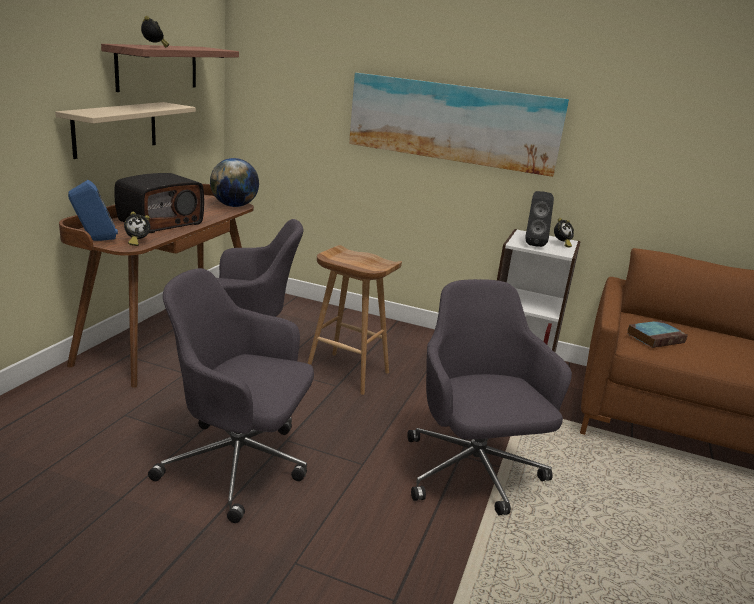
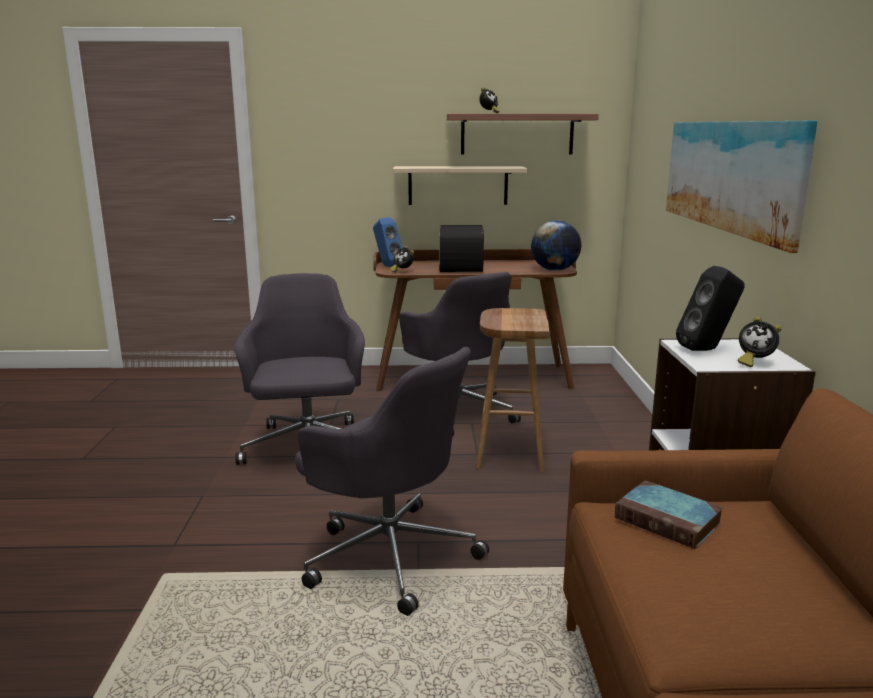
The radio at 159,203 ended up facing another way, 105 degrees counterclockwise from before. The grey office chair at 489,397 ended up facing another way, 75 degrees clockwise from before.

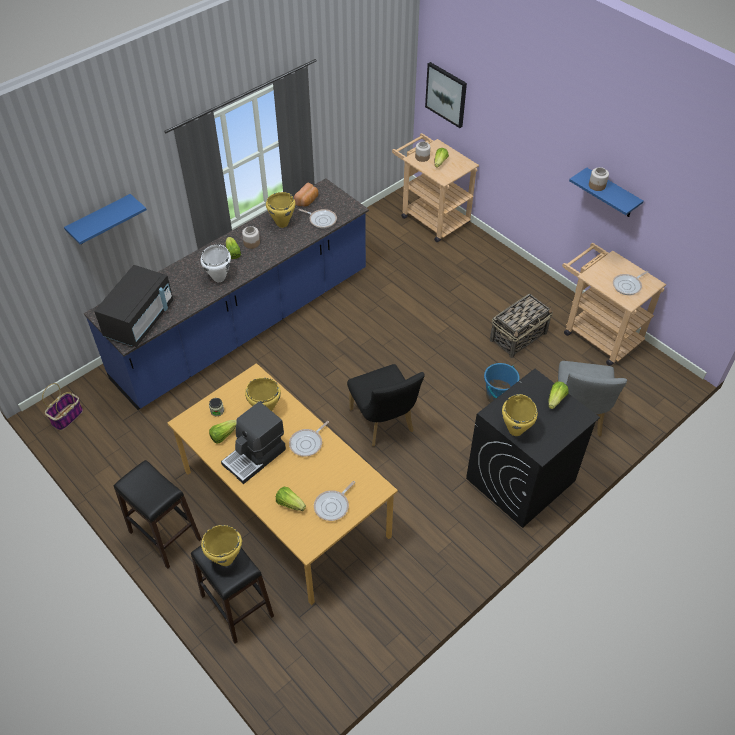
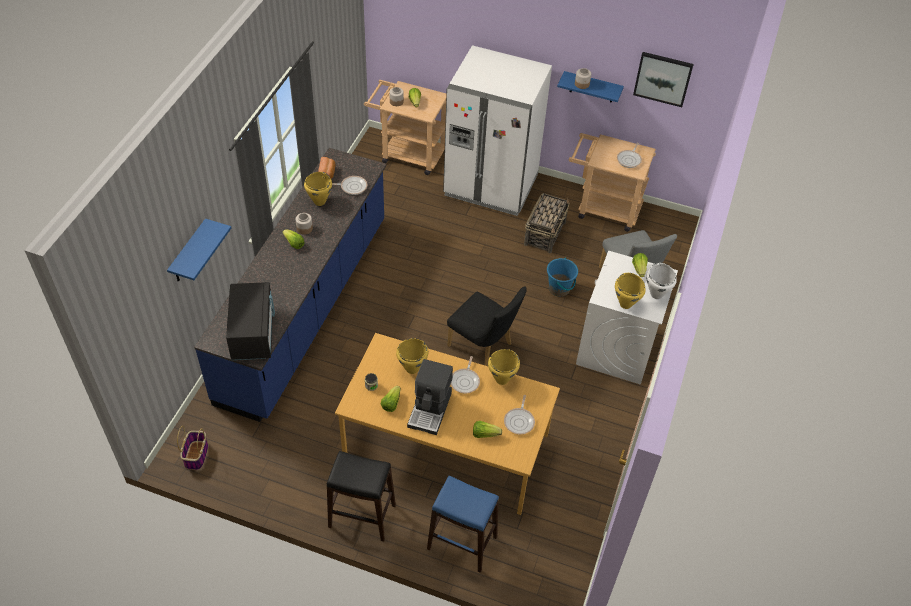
What was the black stool at 232,595 turned into the blue stool at 463,524. The white cooking pot ended up elsewhere, having gone from 216,263 to 661,281. The yellow cooking pot ended up elsewhere, having gone from 221,545 to 504,367. The picture ended up elsewhere, having gone from 446,95 to 663,79. What was the black washing machine at 533,448 turned into the white washing machine at 627,318. The second view gained the white fridge at 497,130.

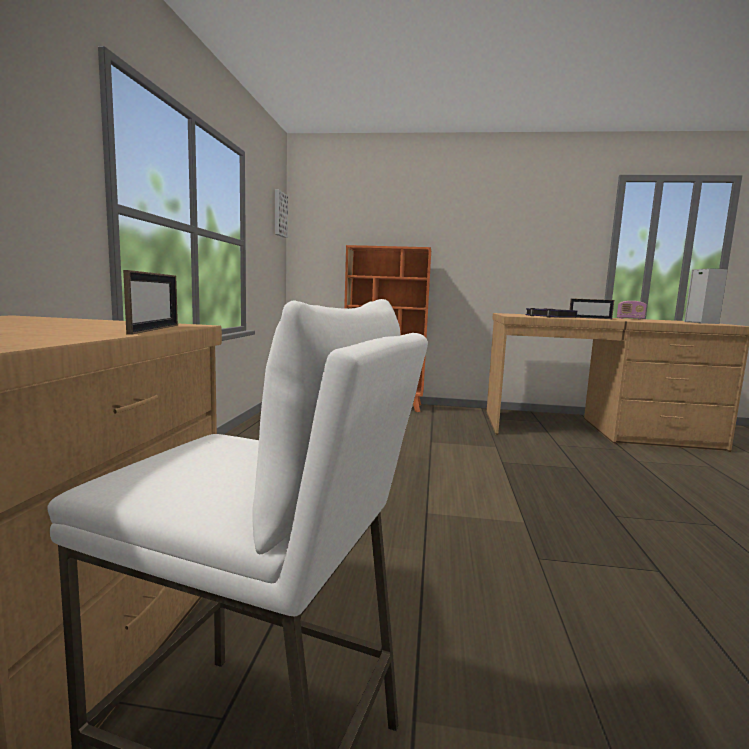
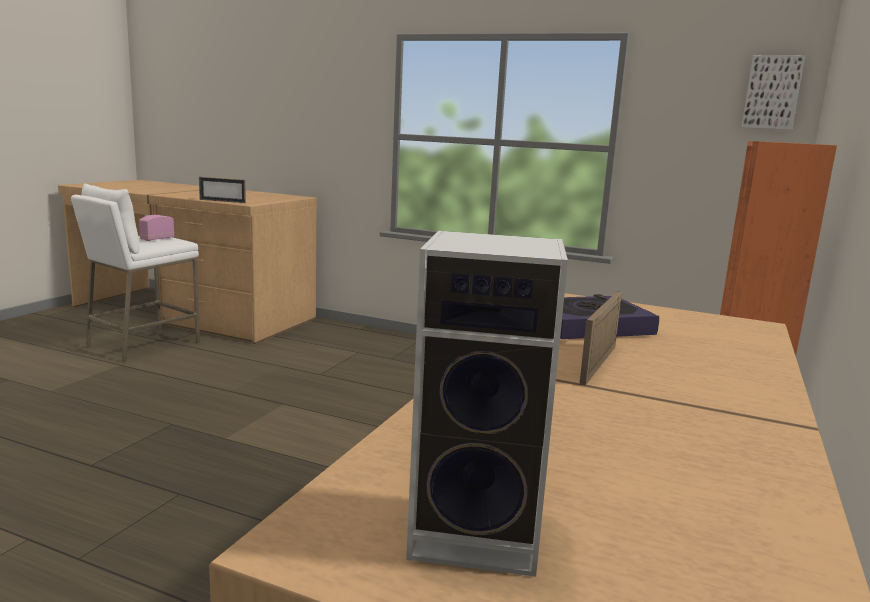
The radio ended up elsewhere, having gone from 632,310 to 156,228.

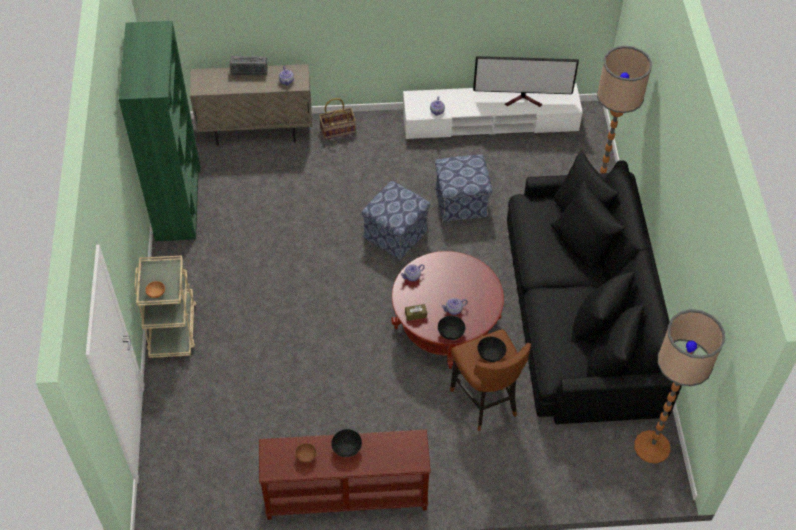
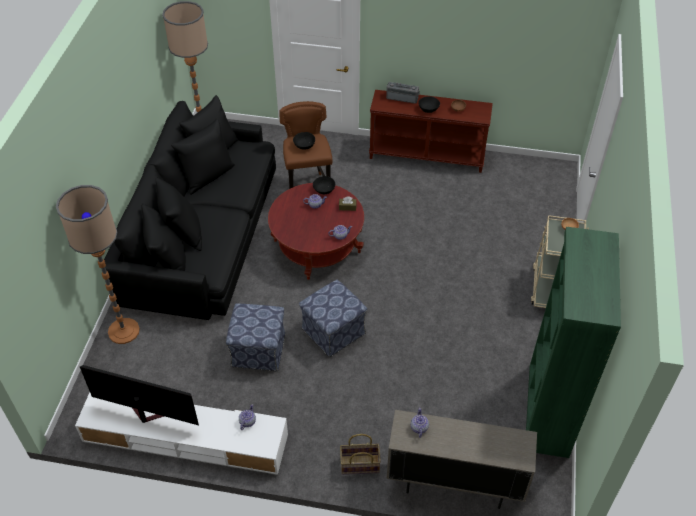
The radio ended up elsewhere, having gone from 248,66 to 403,93.

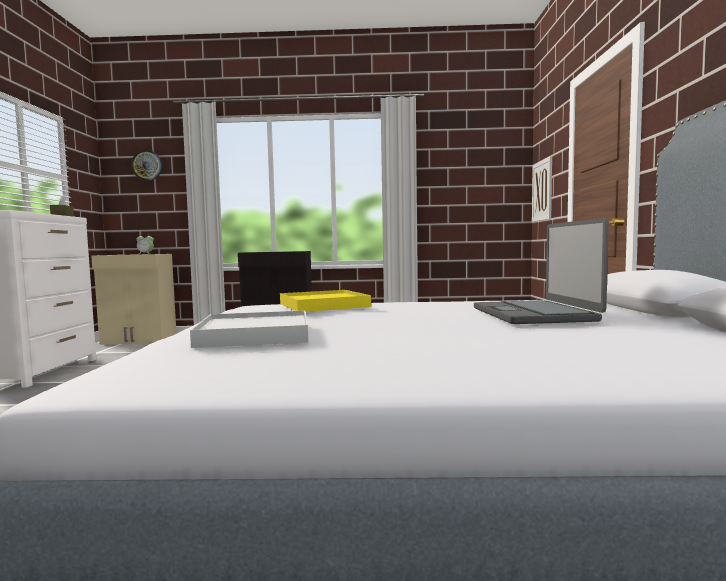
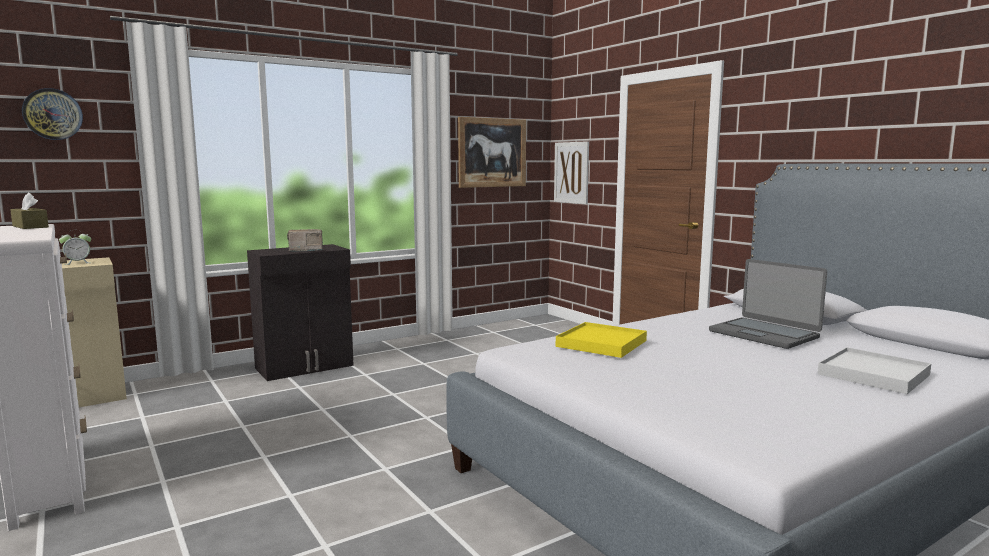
The white tray ended up elsewhere, having gone from 249,329 to 874,370. The second view gained the radio at 305,240. The second view gained the picture at 492,152.

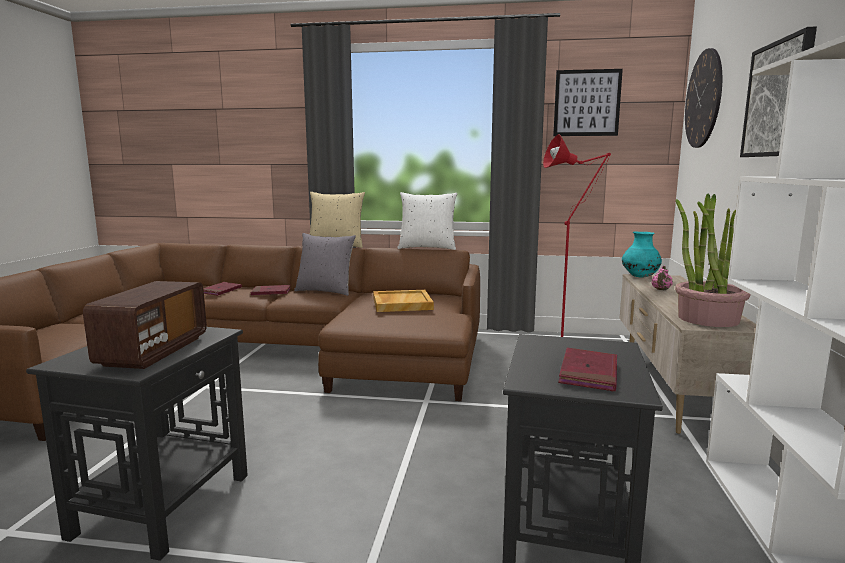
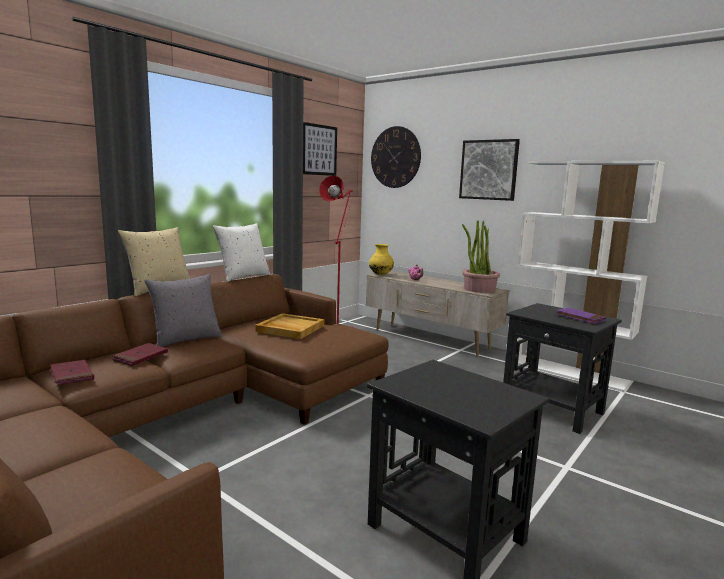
The second view lost the radio at 145,325. What was the red book at 587,369 turned into the purple book at 580,316. What was the turquoise vase at 642,255 turned into the yellow vase at 381,259.

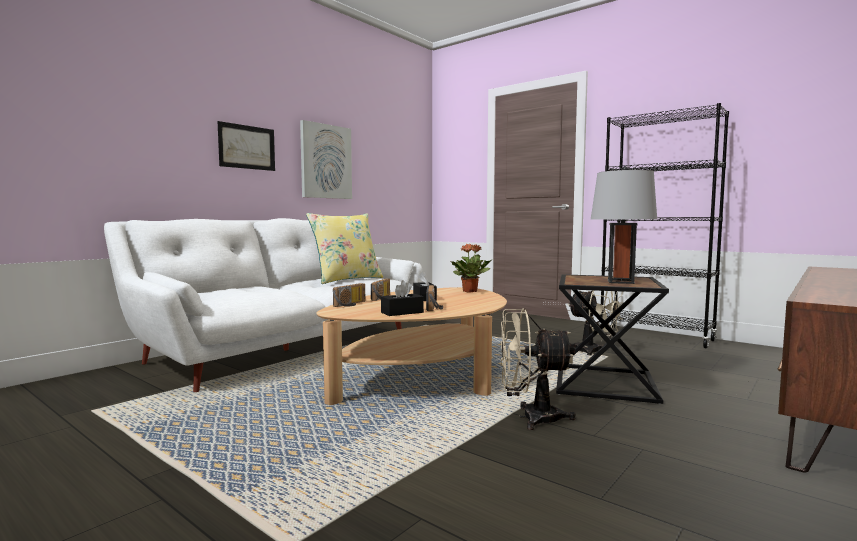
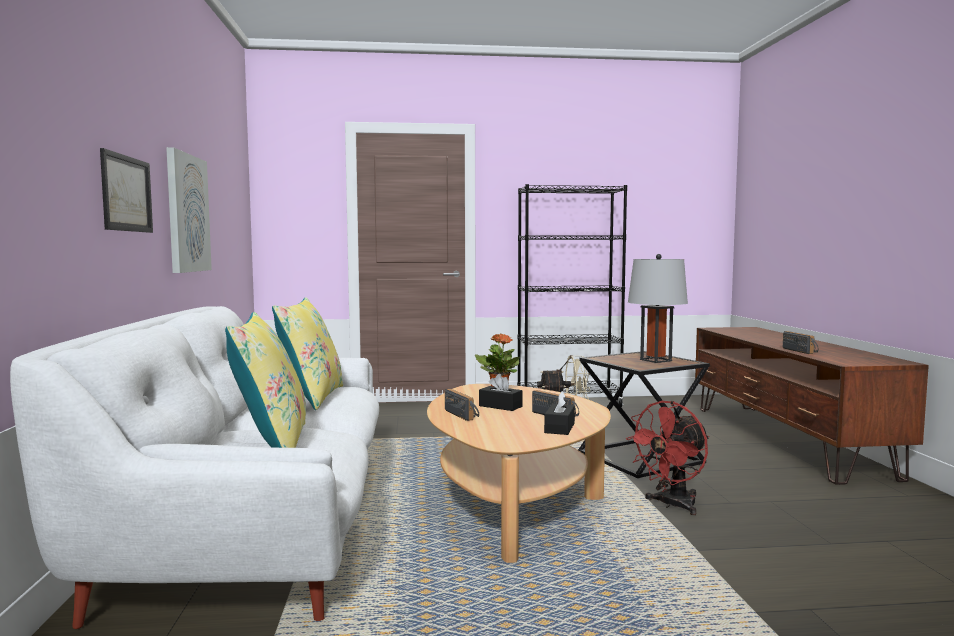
The radio ended up elsewhere, having gone from 349,295 to 800,342. What was the beige fan at 538,369 turned into the red fan at 667,458. The second view gained the yellow pillow at 265,380.

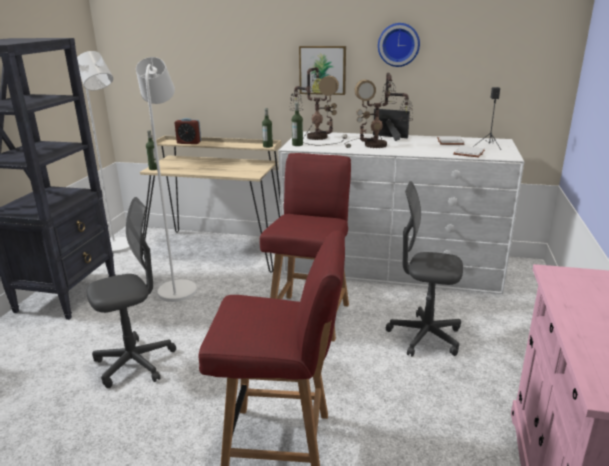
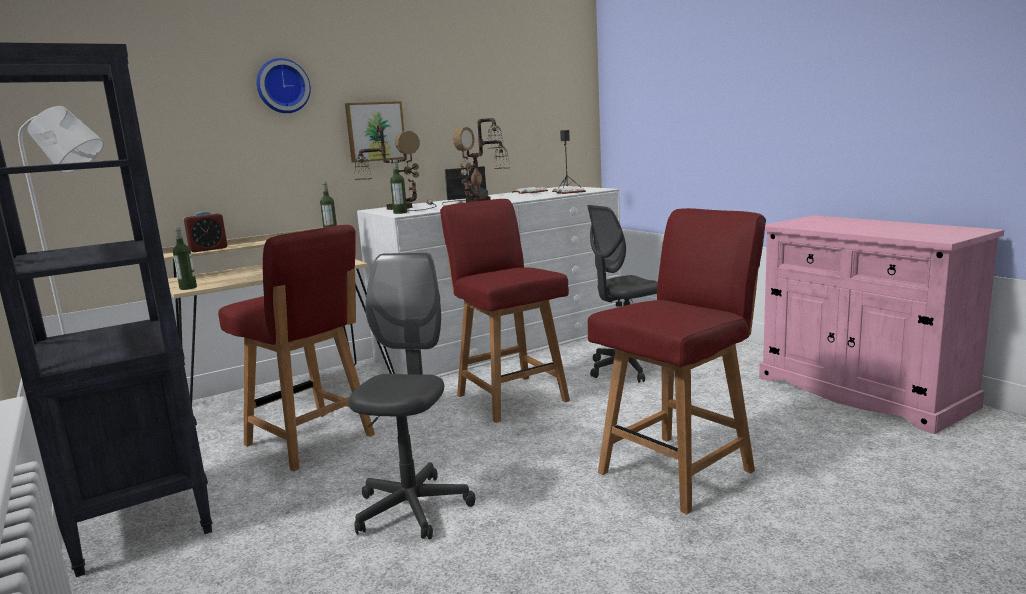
Where the white floor lamp stood at 166,179, the red chair came to stand at 296,348. The wall clock ended up elsewhere, having gone from 399,45 to 283,85.

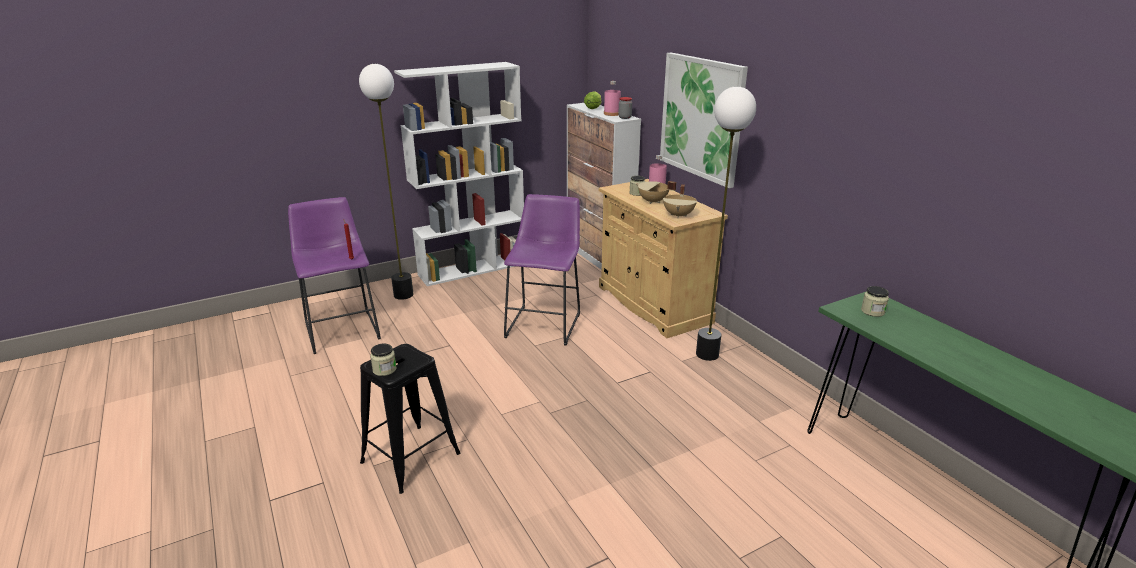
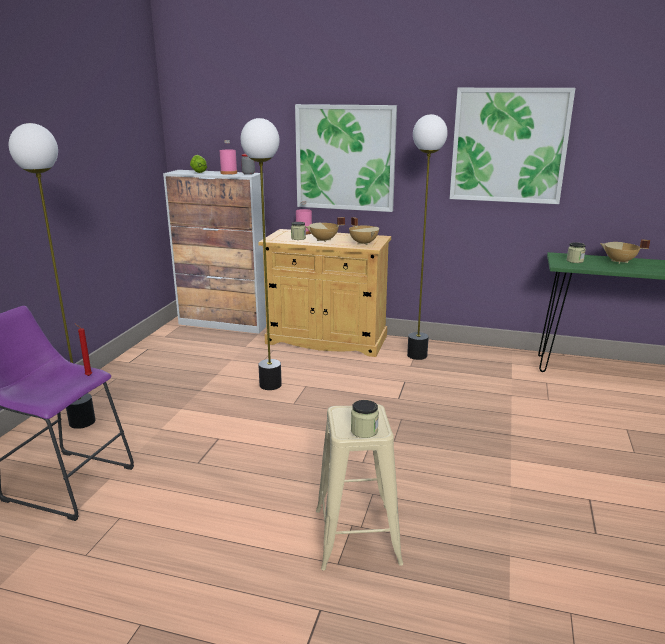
What was the black stool at 410,419 turned into the beige stool at 359,487. The second view lost the white bookcase at 459,174. Where the purple stool stood at 542,269, the floor lamp came to stand at 261,254. The second view gained the picture at 512,146. The second view gained the beige cooking pot at 625,251.

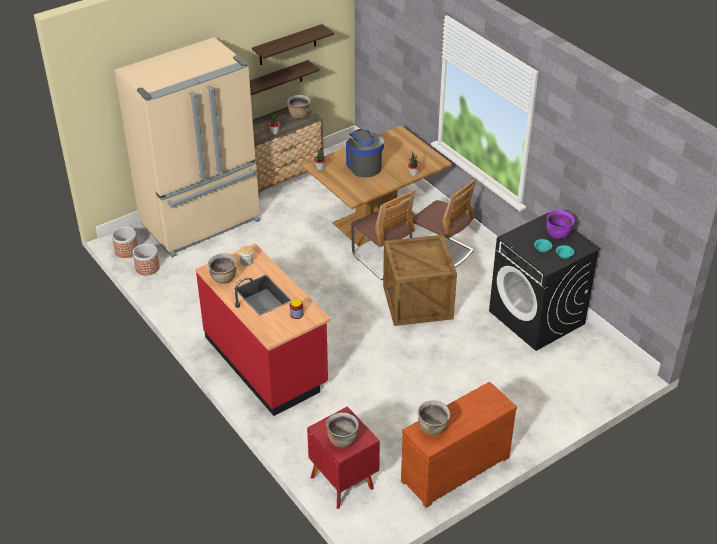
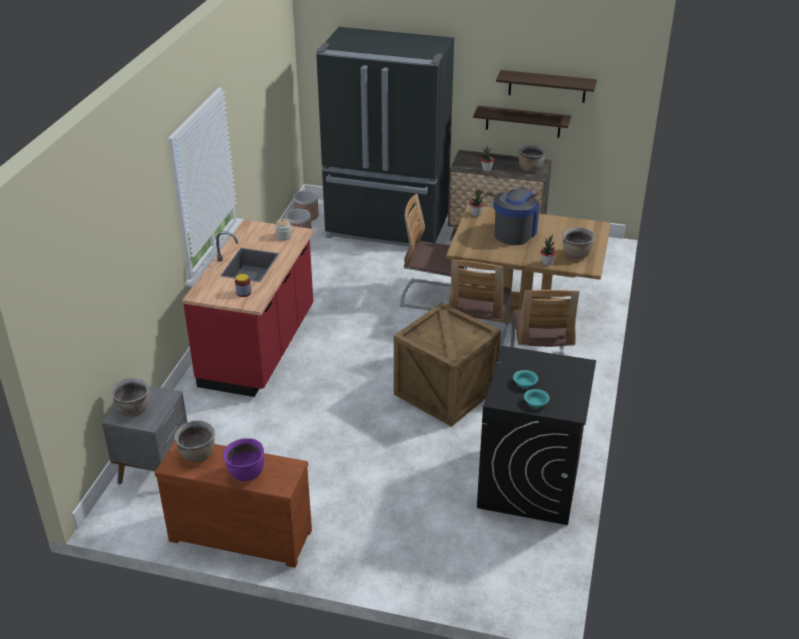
What was the beige fridge at 187,147 turned into the black fridge at 385,137. The brown cooking pot ended up elsewhere, having gone from 222,269 to 578,243. What was the red nightstand at 343,457 turned into the grey nightstand at 145,435. The purple cooking pot ended up elsewhere, having gone from 560,224 to 243,459. The second view gained the chair at 433,252.

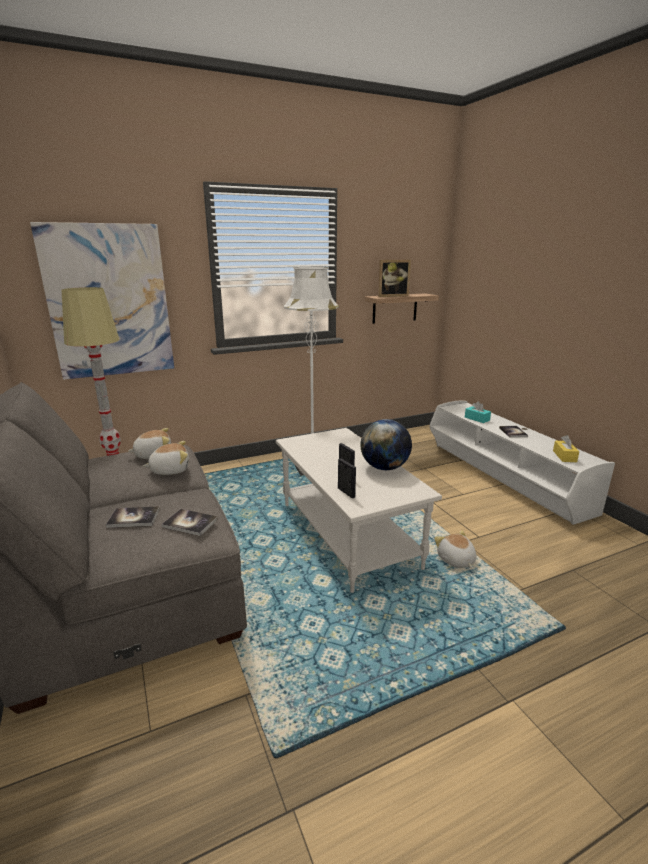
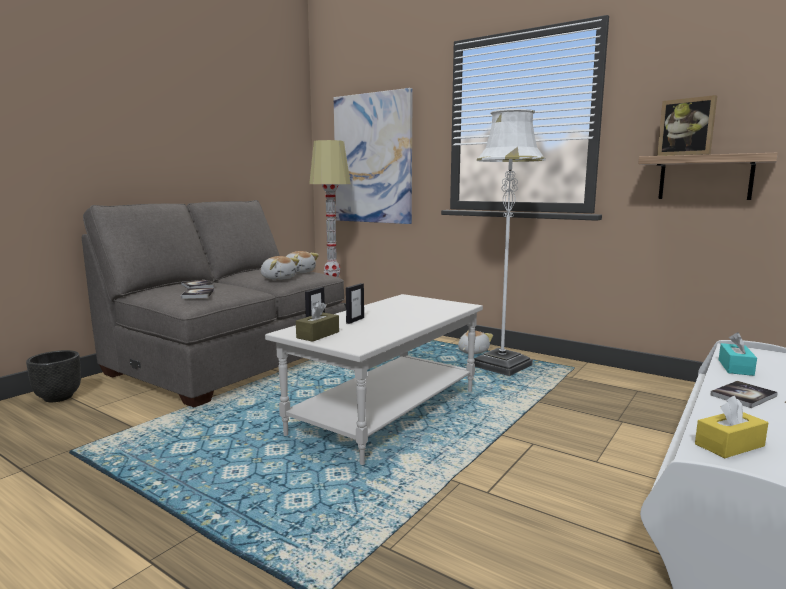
The second view lost the globe at 386,444. The plush toy ended up elsewhere, having gone from 455,549 to 475,342. The second view gained the black planter at 53,376. The second view gained the brown tissue box at 317,321.

